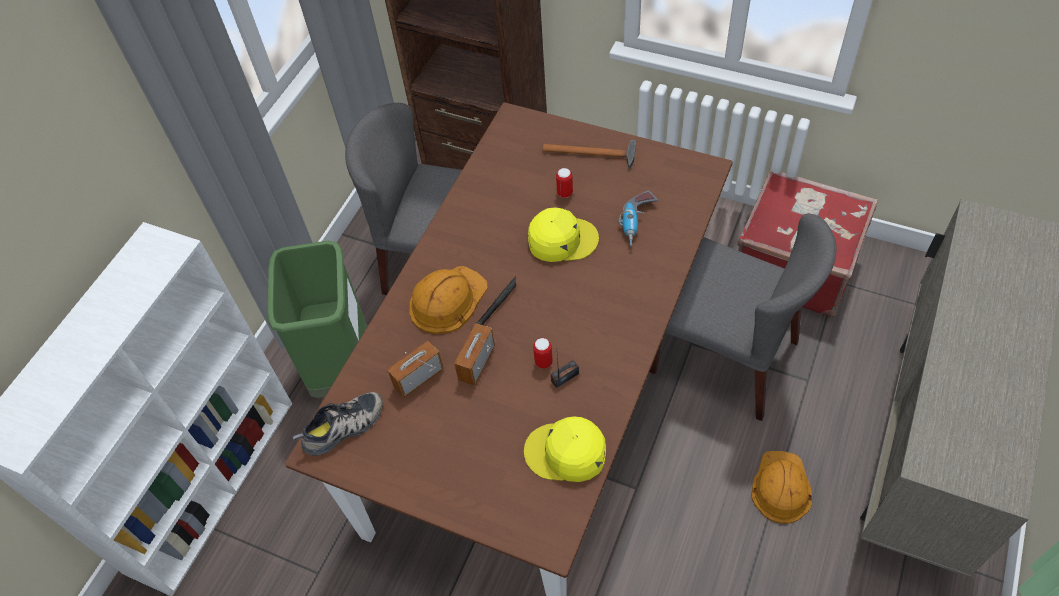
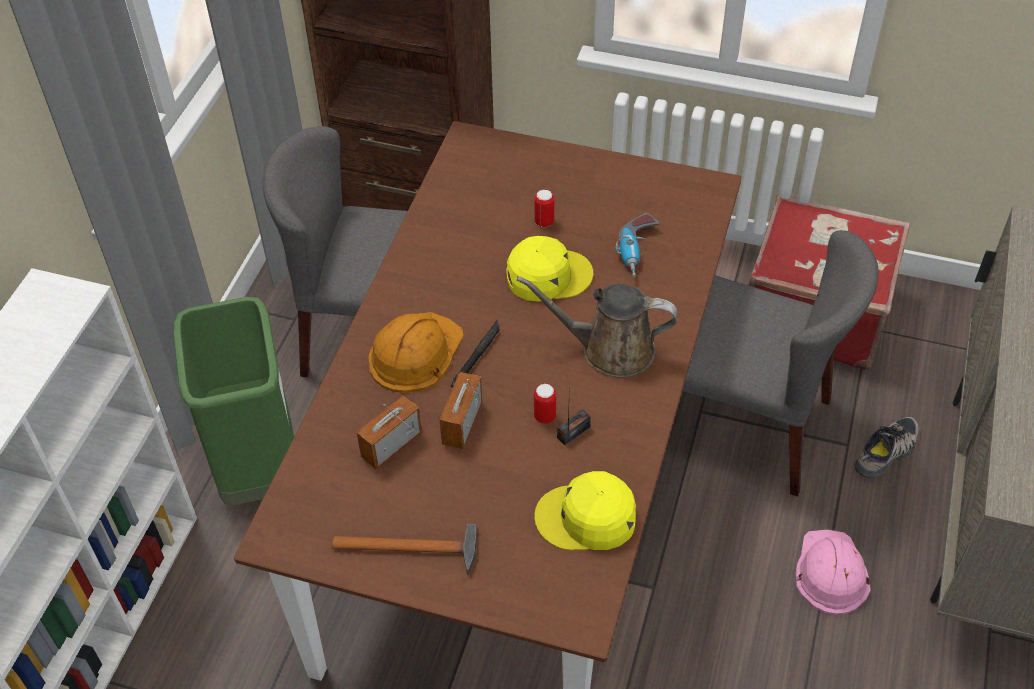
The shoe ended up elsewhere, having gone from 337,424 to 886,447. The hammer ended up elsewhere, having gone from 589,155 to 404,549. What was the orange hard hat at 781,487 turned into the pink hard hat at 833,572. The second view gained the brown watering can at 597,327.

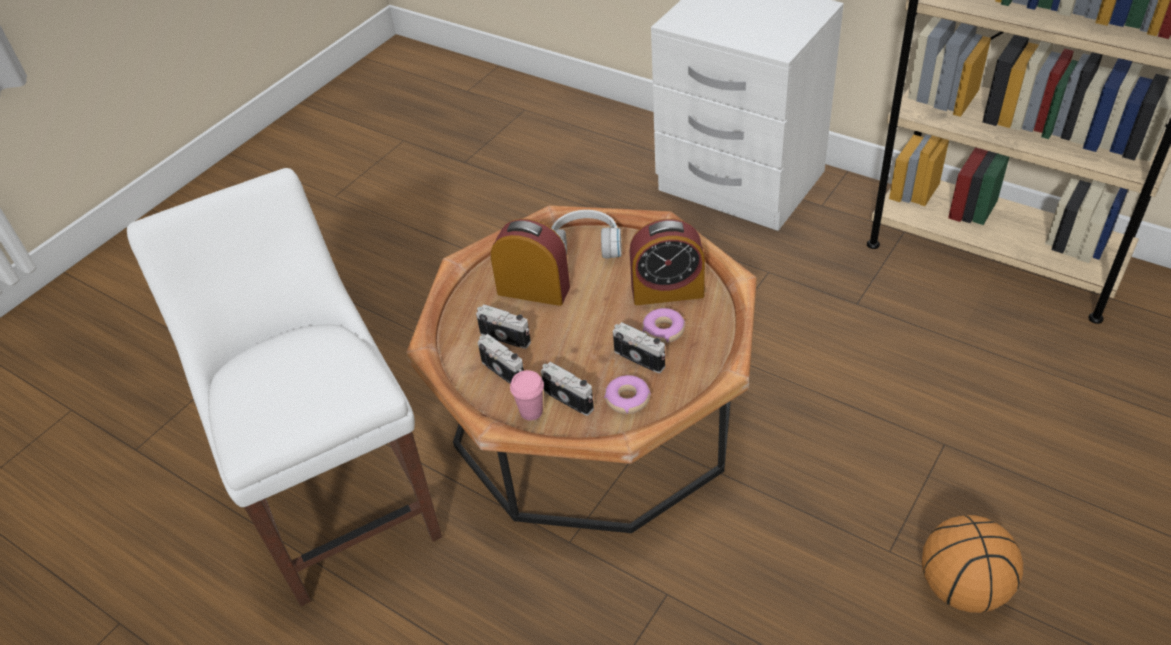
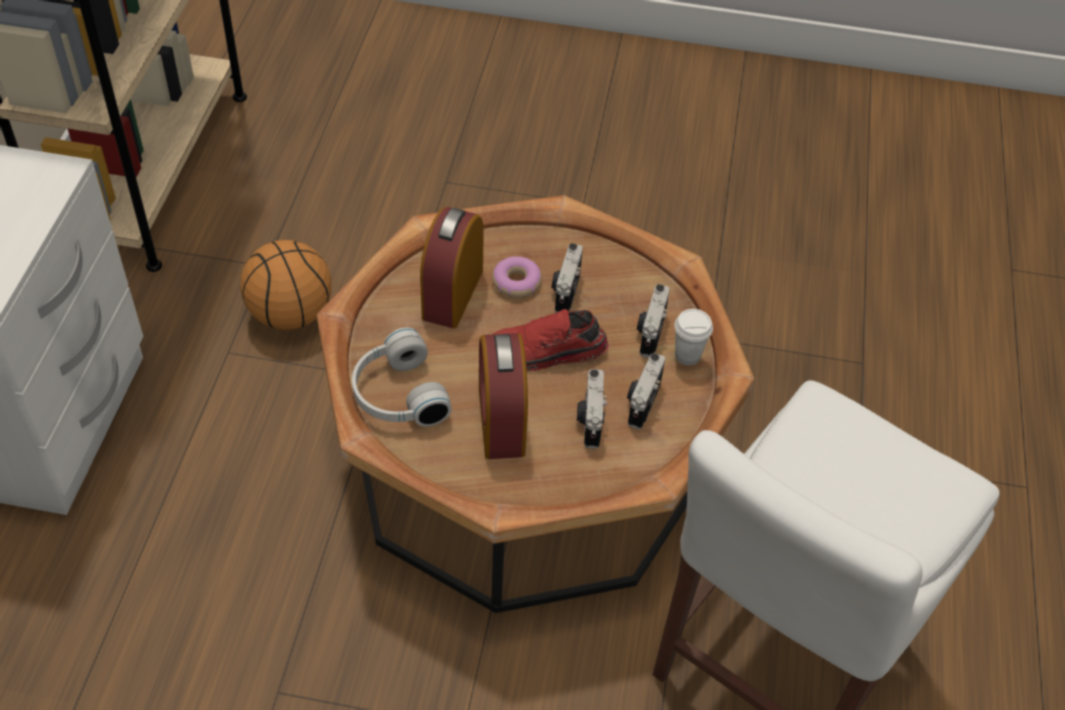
What was the pink cup at 527,395 turned into the white cup at 693,337. The second view lost the donut at 627,394. The alarm clock at 667,262 ended up facing another way, 135 degrees counterclockwise from before. The basketball ended up elsewhere, having gone from 972,564 to 286,285. The second view gained the red shoe at 551,340.

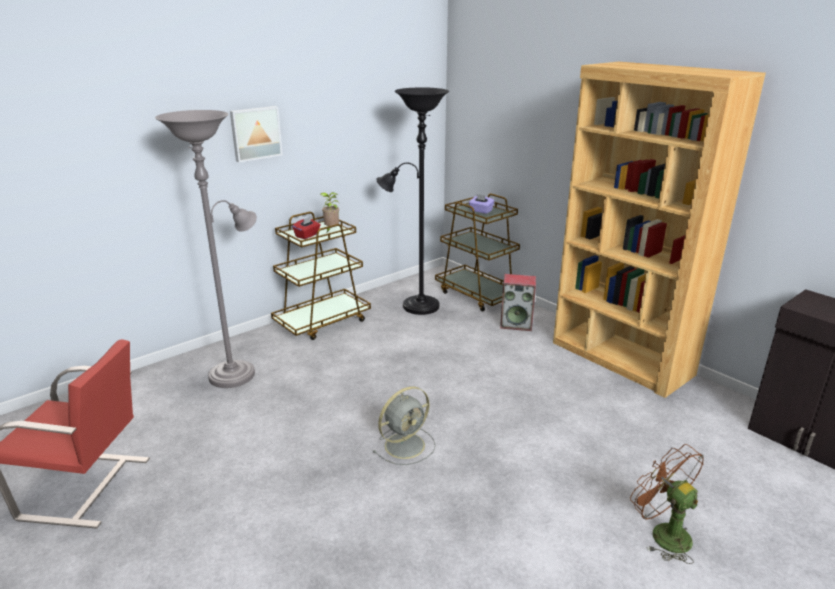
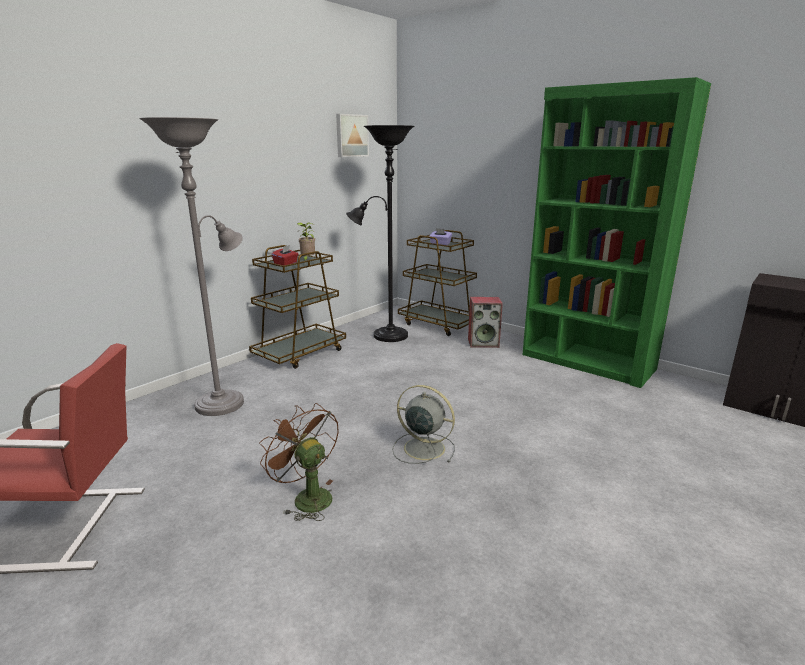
The picture ended up elsewhere, having gone from 256,134 to 352,135. The grey fan at 404,426 ended up facing another way, 105 degrees counterclockwise from before. What was the brown bookcase at 659,230 turned into the green bookcase at 616,232. The brown fan ended up elsewhere, having gone from 667,504 to 299,462.

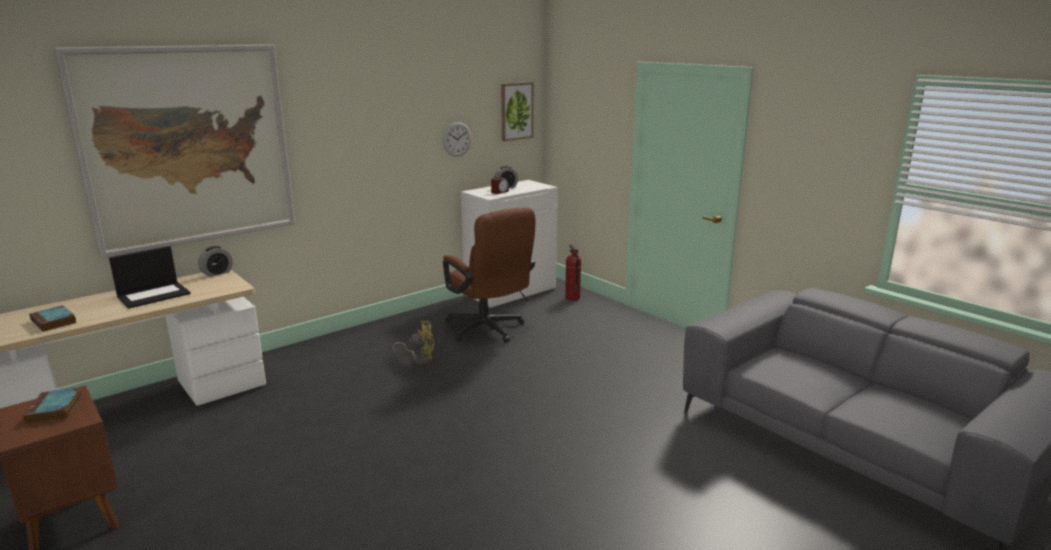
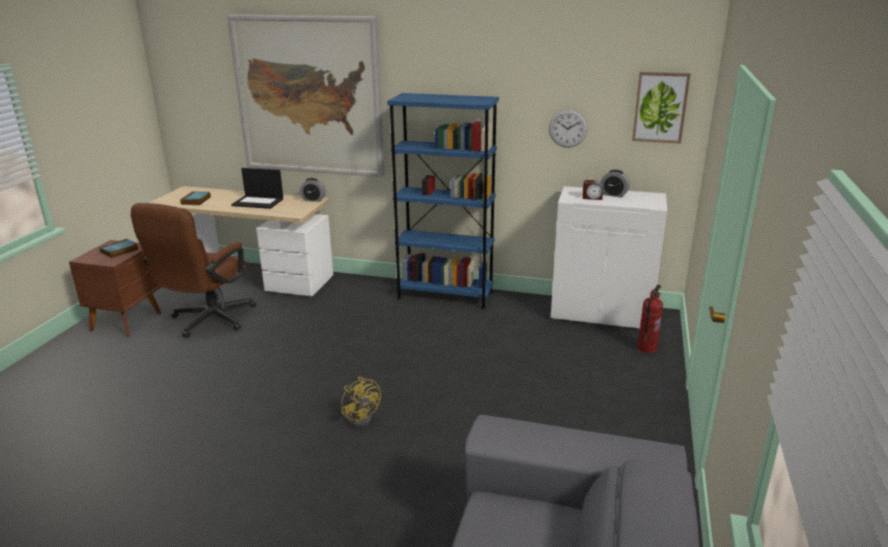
The yellow fan ended up elsewhere, having gone from 413,343 to 361,402. The brown office chair ended up elsewhere, having gone from 489,274 to 193,270. The second view gained the blue bookcase at 443,201.

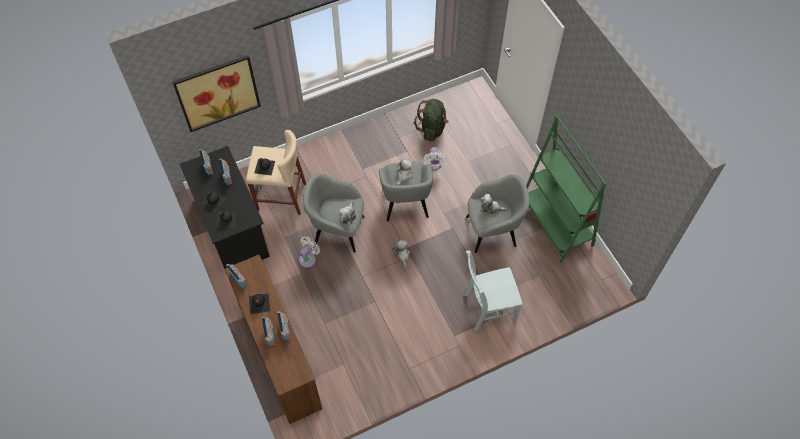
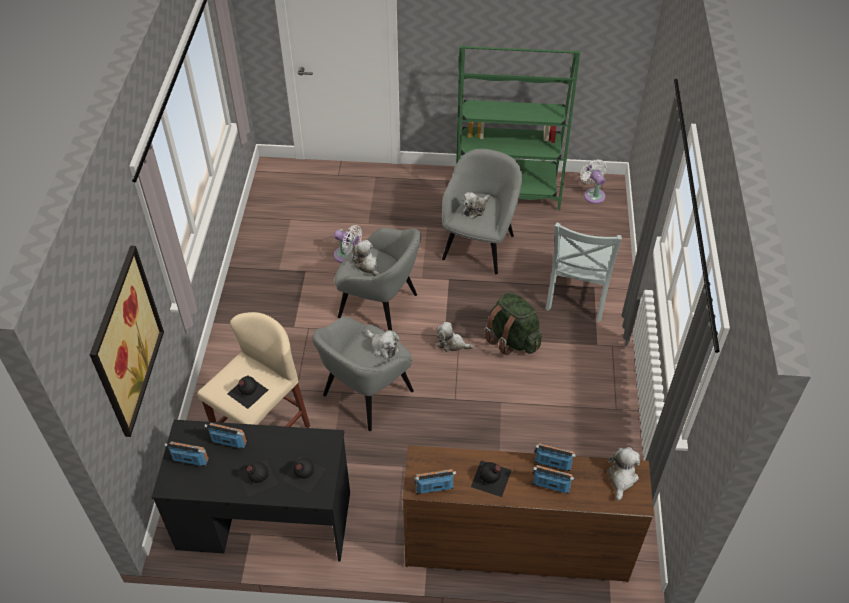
The white fan ended up elsewhere, having gone from 309,252 to 593,181. The green backpack ended up elsewhere, having gone from 431,120 to 513,324. The second view gained the plush toy at 623,474.

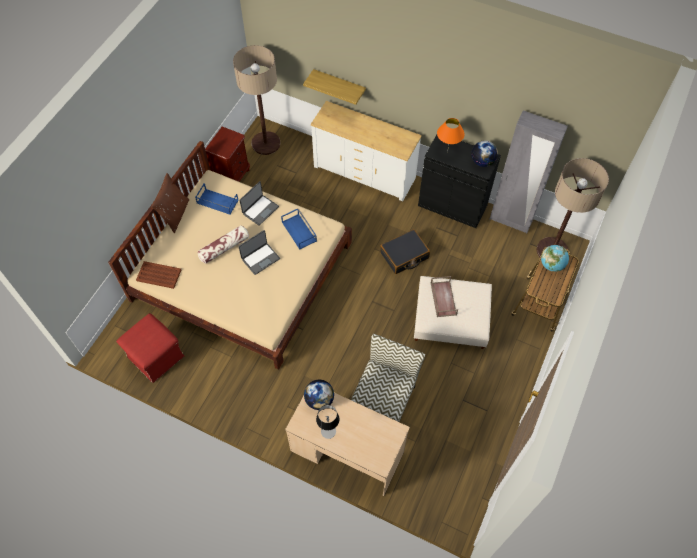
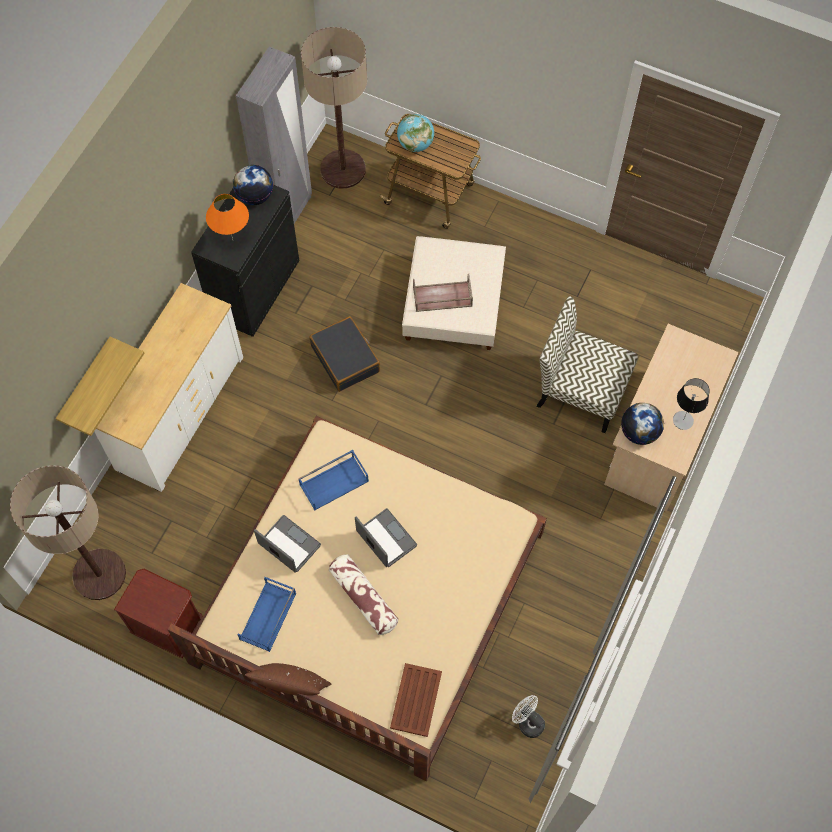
Where the red ottoman stood at 150,348, the white fan came to stand at 528,716.

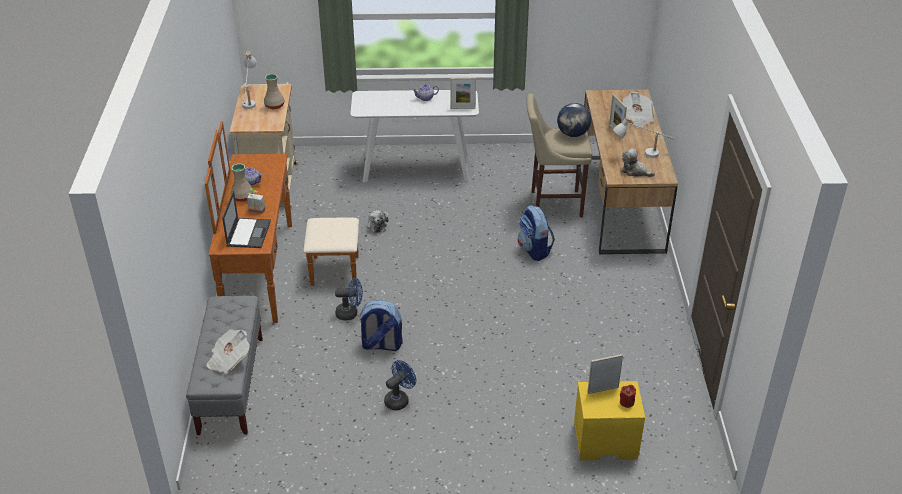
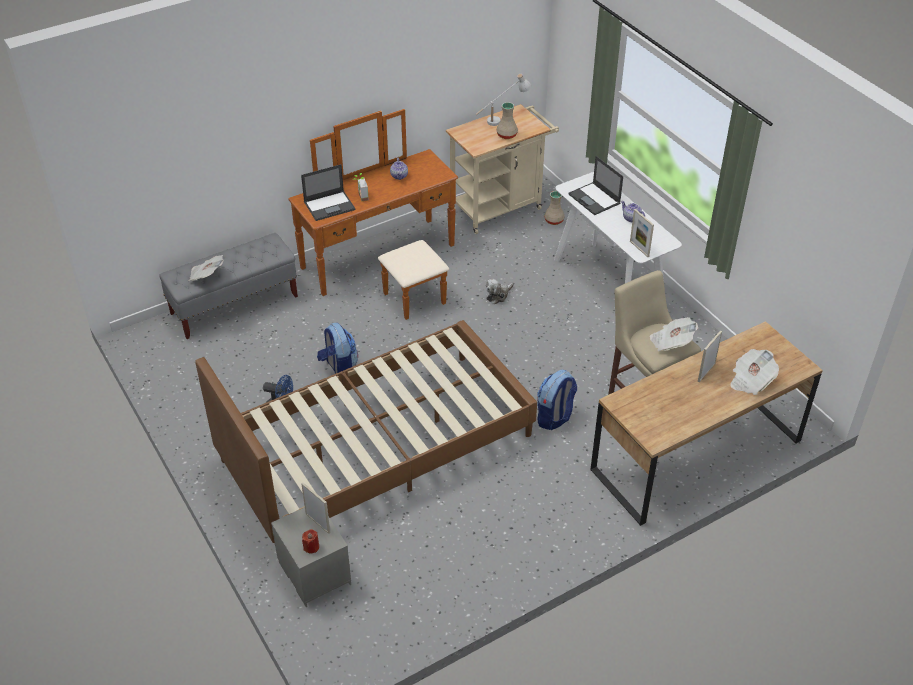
The beige vase ended up elsewhere, having gone from 242,183 to 554,208. The second view lost the blue fan at 349,299. Where the globe stood at 574,120, the newspaper came to stand at 674,334. What was the yellow nightstand at 609,421 turned into the grey nightstand at 311,557. The second view lost the white table lamp at 644,137. The second view lost the plush toy at 638,162. The second view gained the brown bed at 366,434. The second view gained the laptop at 595,185.

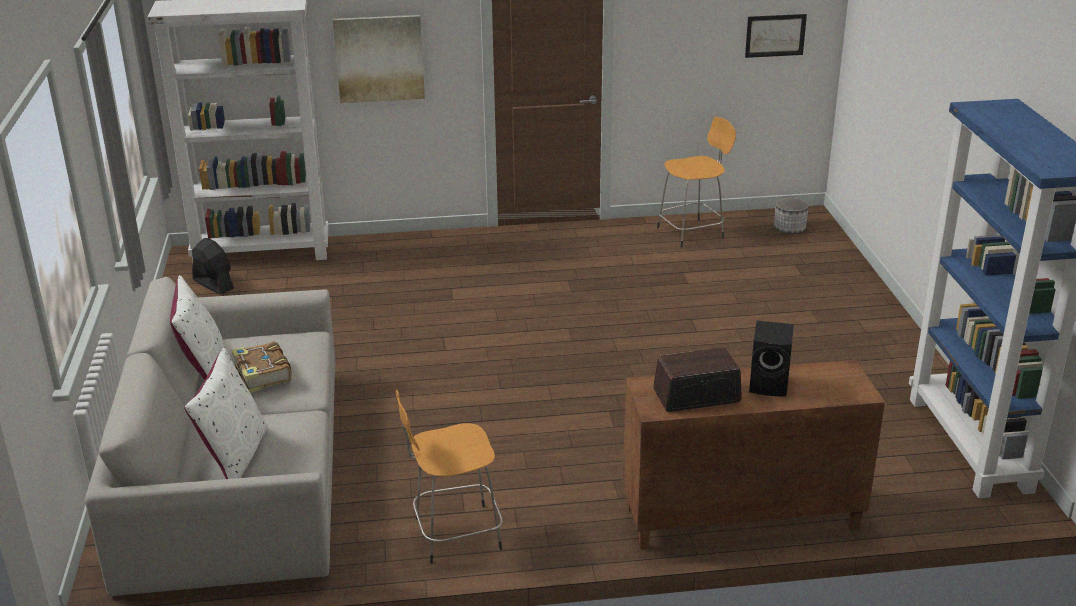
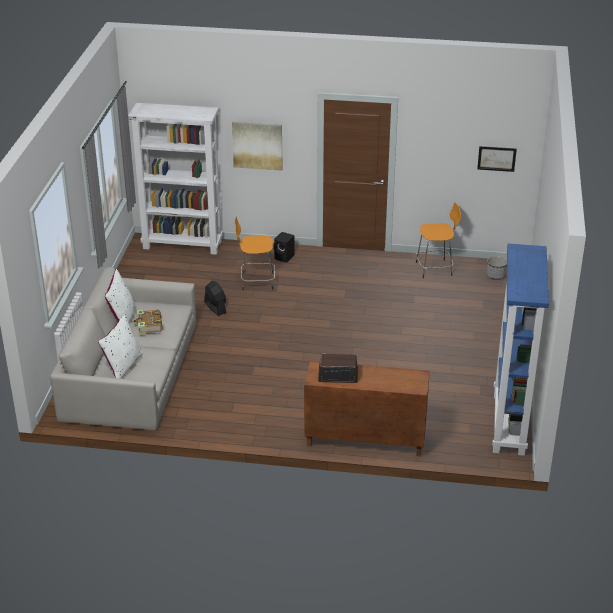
The black fan ended up elsewhere, having gone from 213,266 to 215,298. The orange stool ended up elsewhere, having gone from 449,477 to 255,253. The black speaker ended up elsewhere, having gone from 771,358 to 284,247.

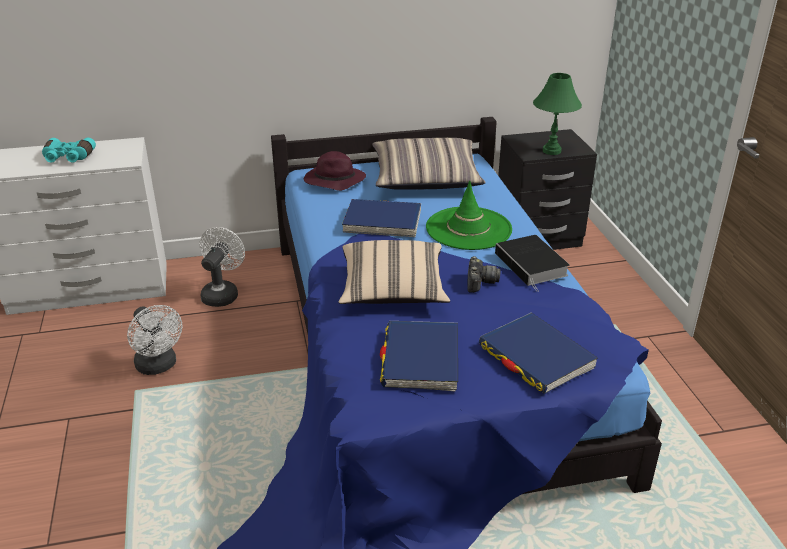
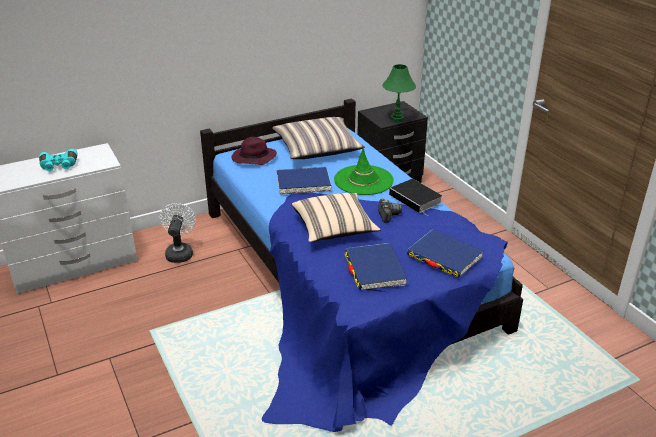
The second view lost the white fan at 154,340.

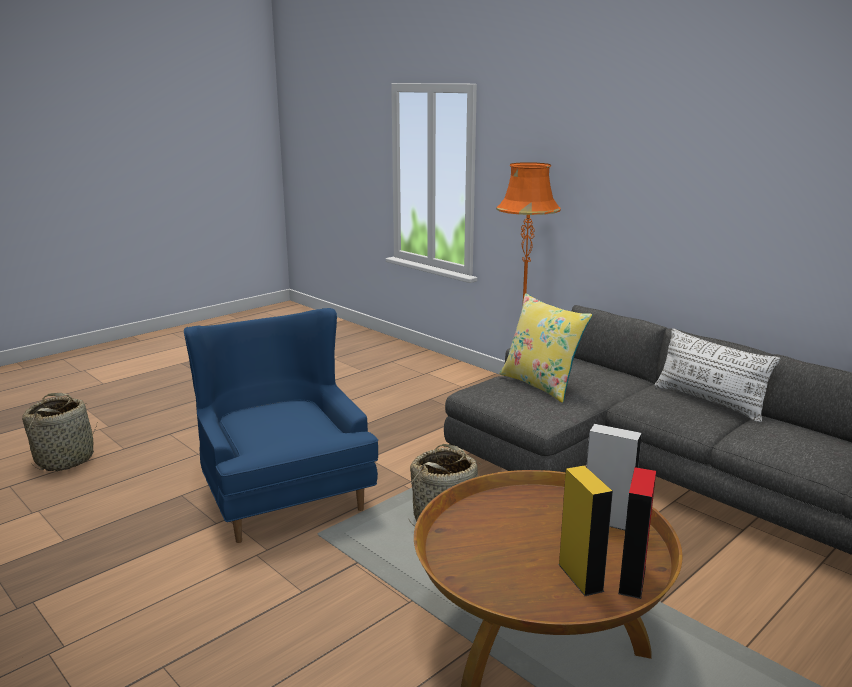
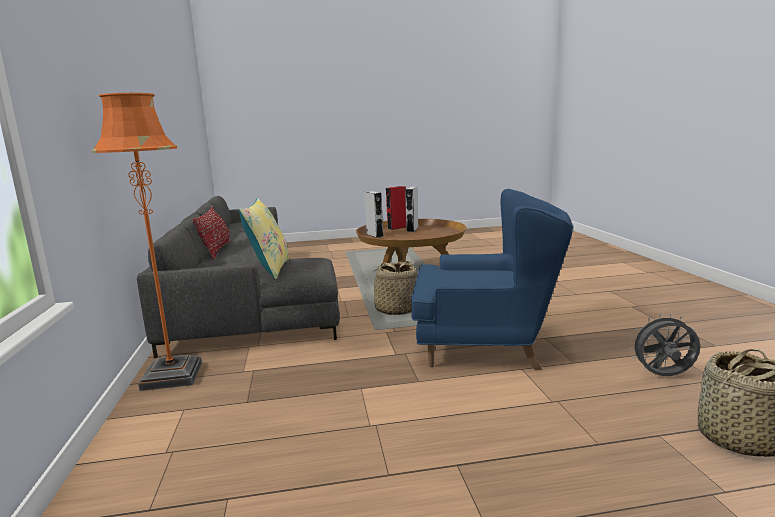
The blue armchair at 281,425 ended up facing another way, 90 degrees counterclockwise from before. What was the yellow speaker at 585,531 turned into the grey speaker at 411,209. What was the white pillow at 717,375 turned into the red pillow at 211,233. The second view gained the grey fan at 665,344.

